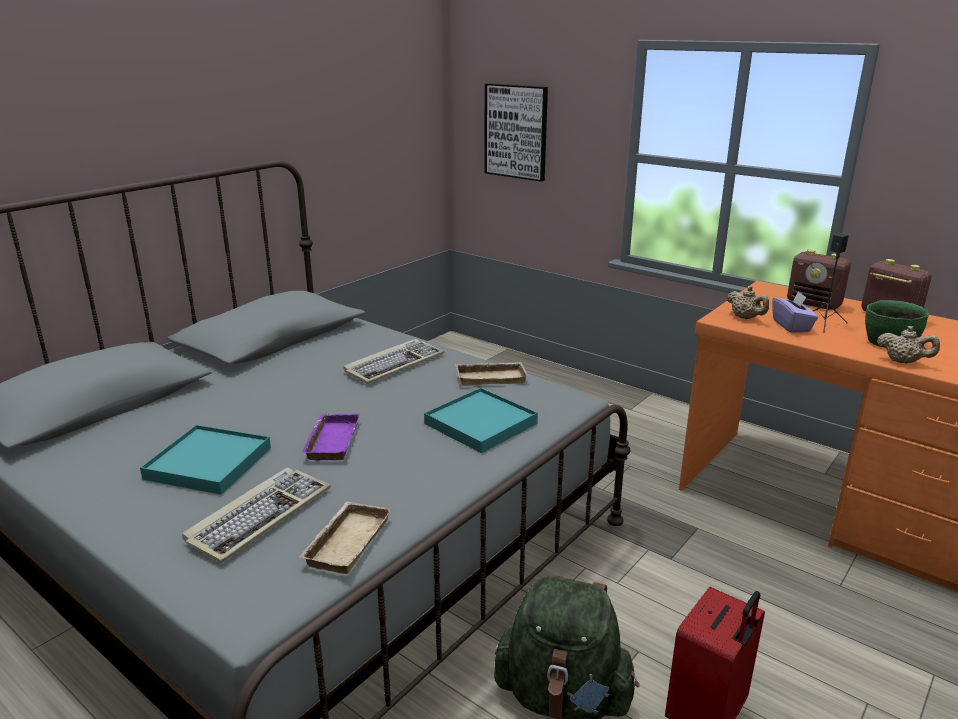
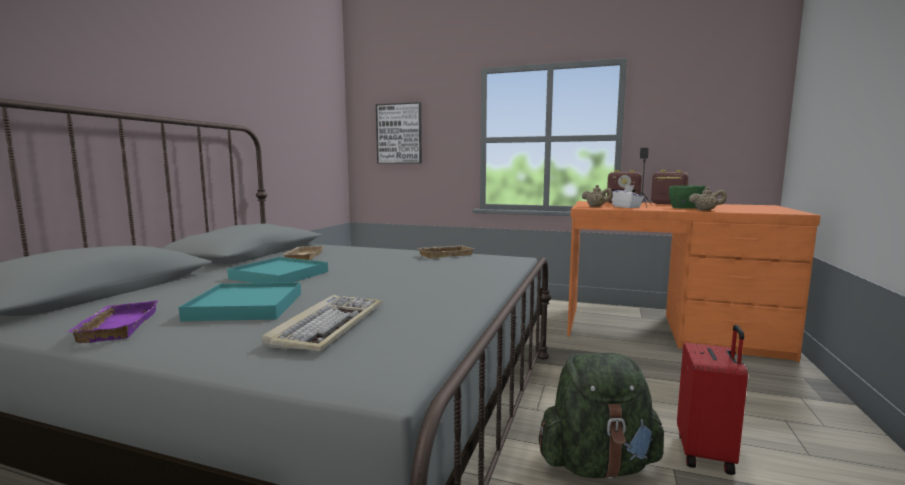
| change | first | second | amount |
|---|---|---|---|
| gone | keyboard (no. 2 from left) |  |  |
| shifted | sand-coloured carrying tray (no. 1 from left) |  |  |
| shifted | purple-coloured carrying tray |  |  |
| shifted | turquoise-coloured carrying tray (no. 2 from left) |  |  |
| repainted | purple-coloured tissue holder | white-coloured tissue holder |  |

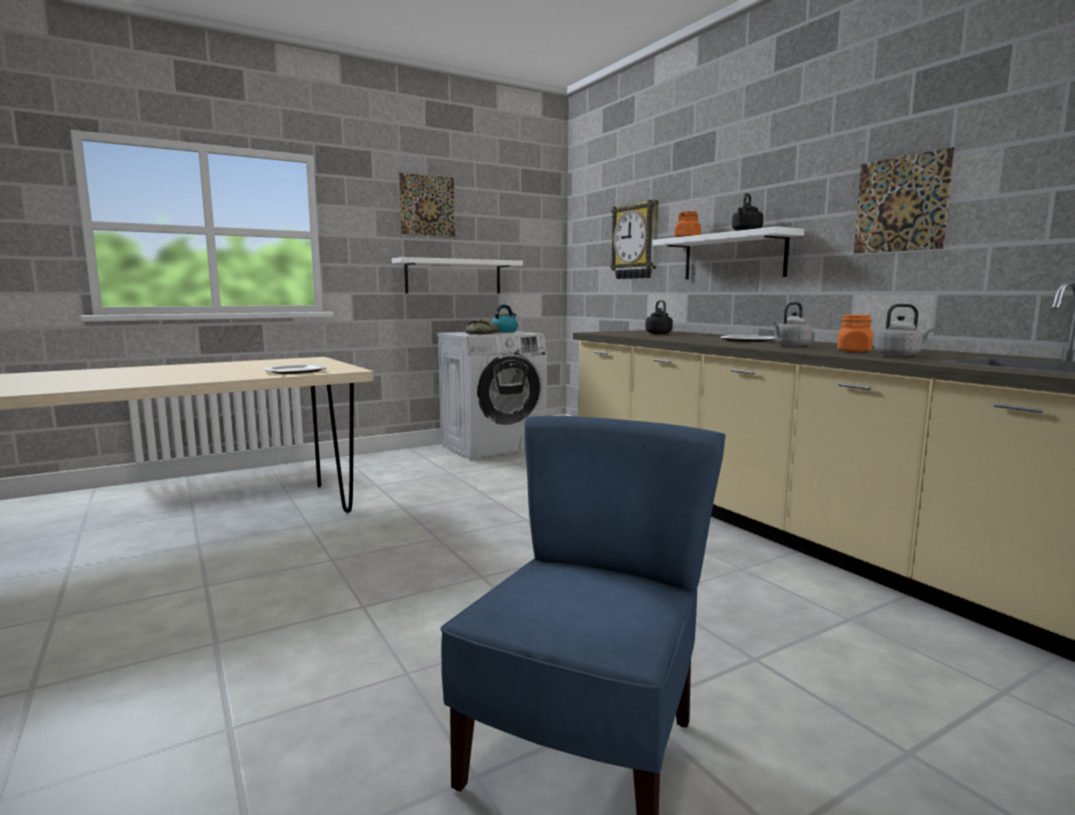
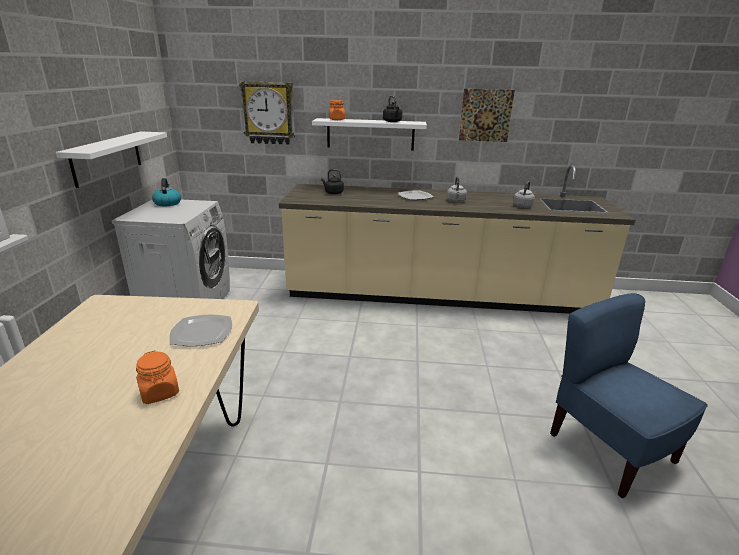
| change | first | second | amount |
|---|---|---|---|
| gone | picture (no. 1 from left) |  |  |
| gone | baked bread |  |  |
| shifted | orangey preserve jar (no. 2 from left in the first image) | orangey preserve jar (no. 1 from left) |  |

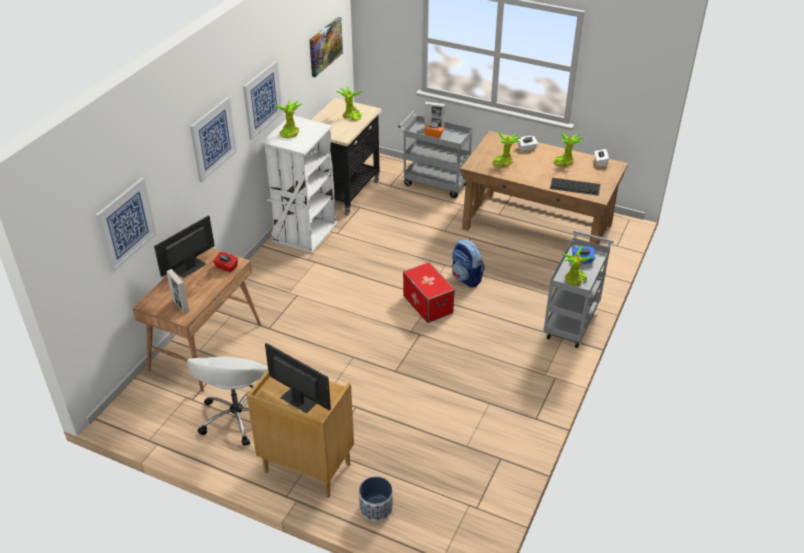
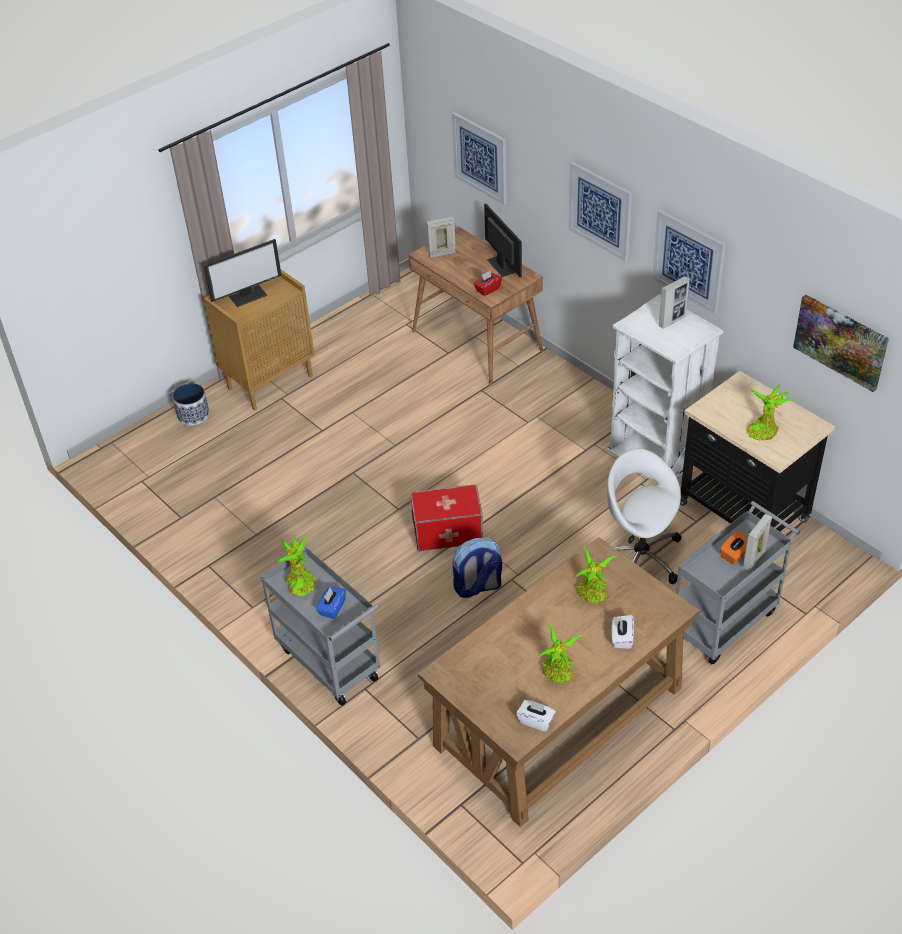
| change | first | second | amount |
|---|---|---|---|
| gone | keyboard |  |  |
| shifted | white-coloured desk chair |  |  |
| swapped | potted plant (no. 1 from left) | standing frame (no. 2 from left) |  |

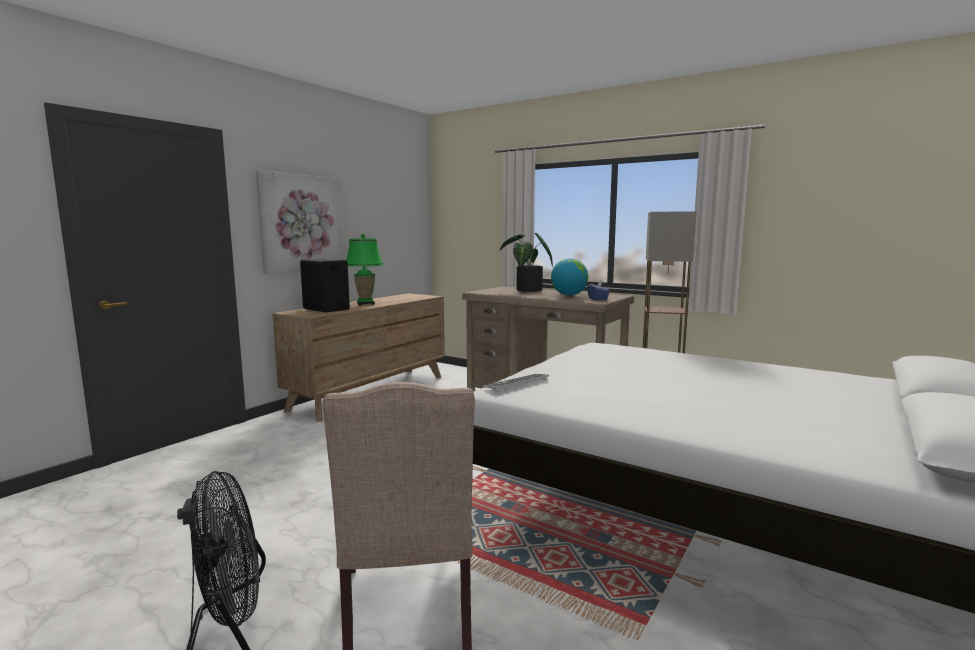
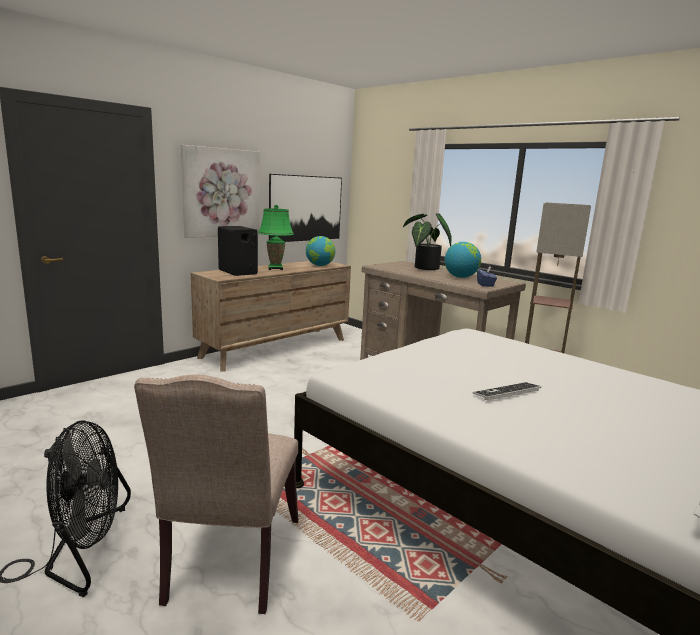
| change | first | second | amount |
|---|---|---|---|
| new |  | picture (no. 2 from left) |  |
| new |  | desk globe (no. 1 from left) |  |
| shifted | keyboard |  |  |

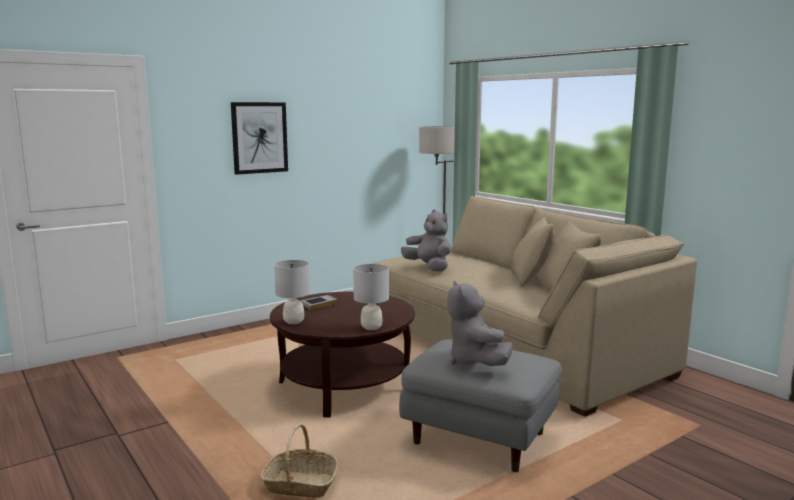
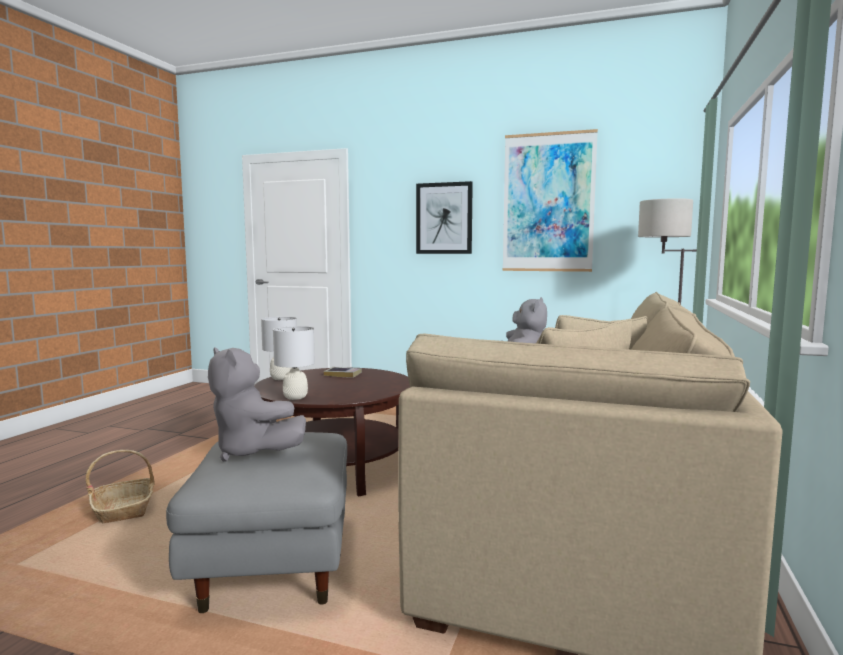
| change | first | second | amount |
|---|---|---|---|
| new |  | picture (no. 2 from left) |  |
| rotated | greyish cuddly toy (no. 2 from left in the first image) | greyish cuddly toy (no. 1 from left) | 90 degrees counterclockwise |

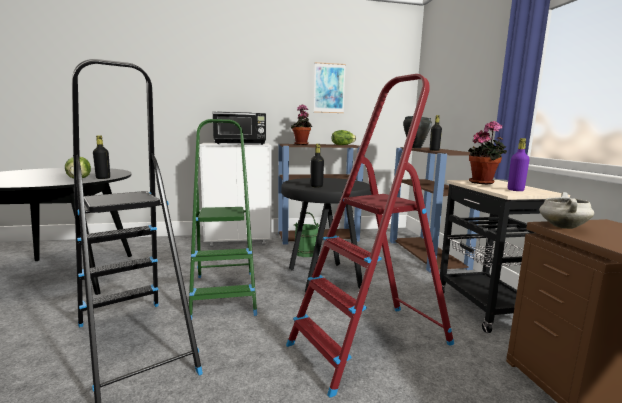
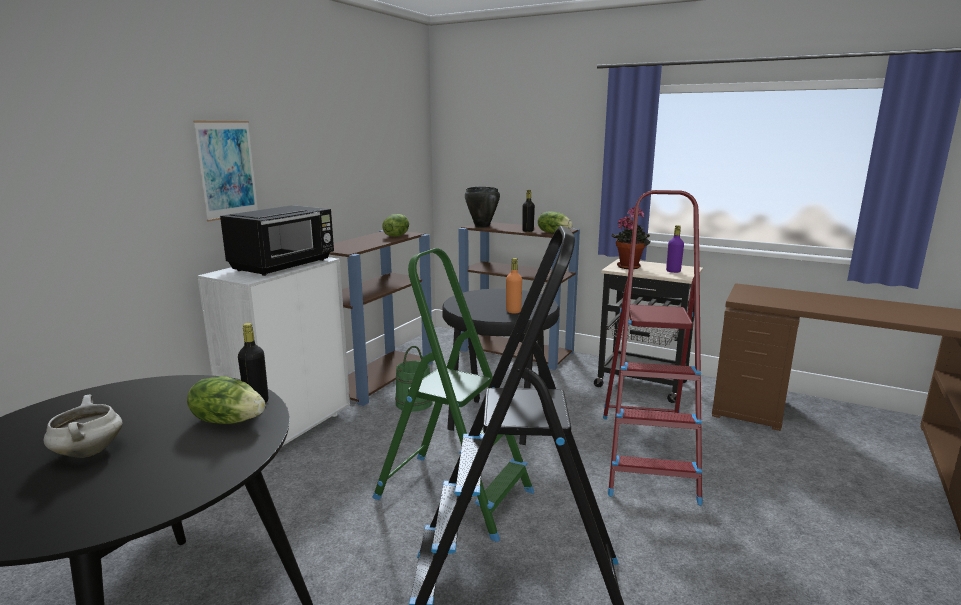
| change | first | second | amount |
|---|---|---|---|
| gone | potted plant (no. 1 from left) |  |  |
| new |  | lettuce head (no. 3 from left) |  |
| shifted | picture |  |  |
| shifted | white-coloured stockpot |  |  |
| repainted | black-coloured bottle (no. 2 from left) | orangey bottle |  |

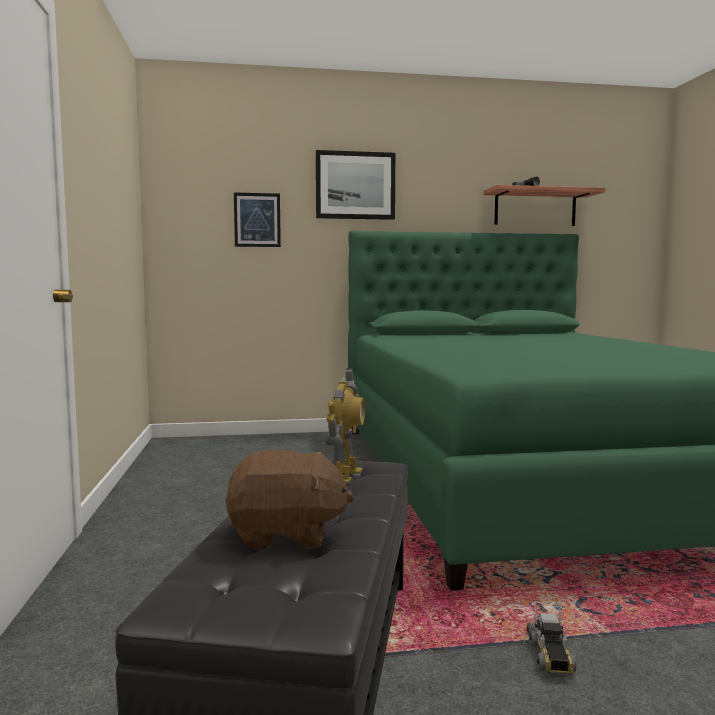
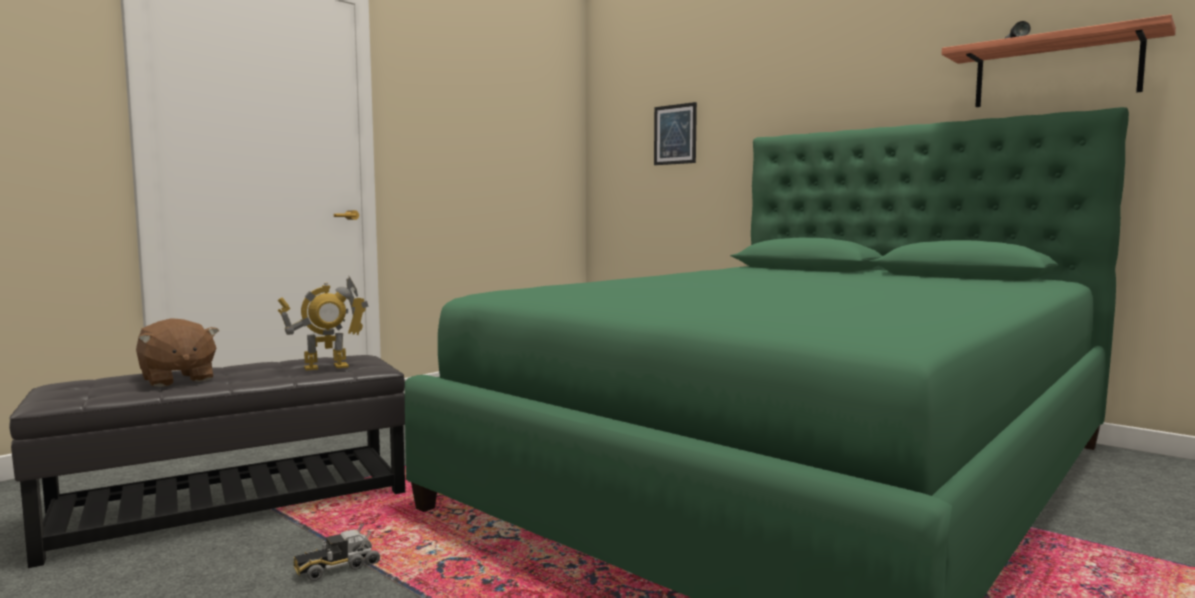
| change | first | second | amount |
|---|---|---|---|
| gone | picture (no. 2 from left) |  |  |

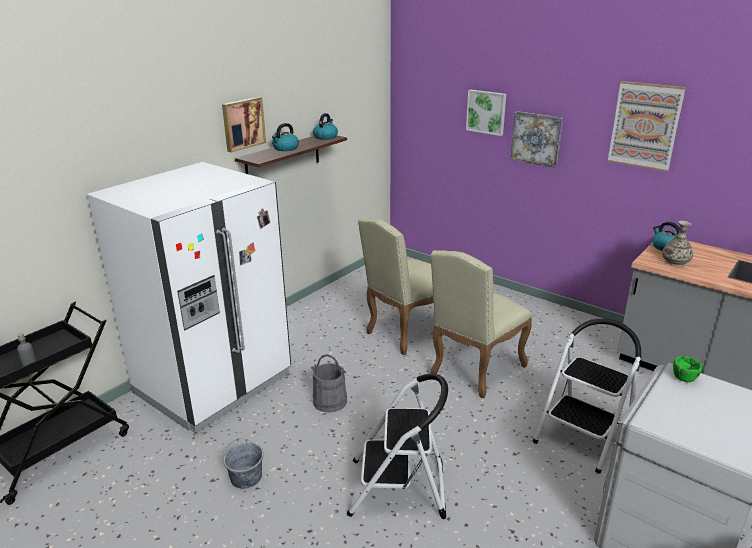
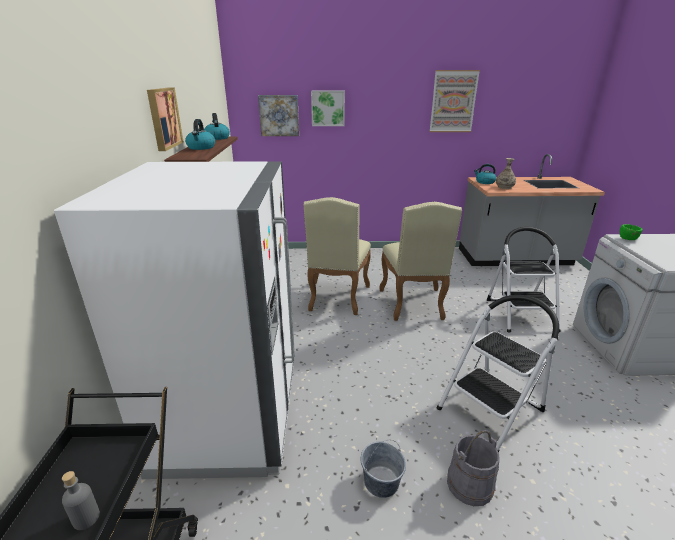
| change | first | second | amount |
|---|---|---|---|
| shifted | greyish pail (no. 2 from left) |  |  |
| shifted | picture (no. 3 from left in the first image) | picture (no. 2 from left) |  |

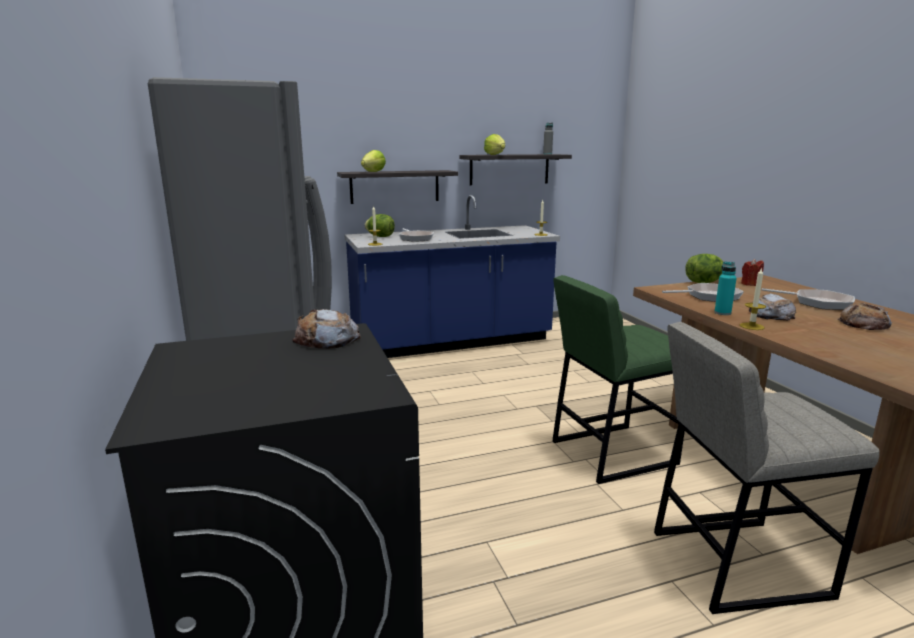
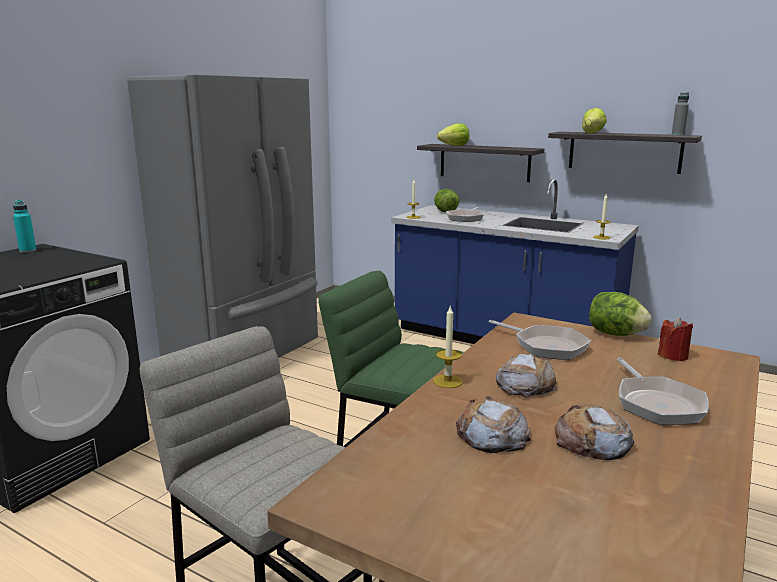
| change | first | second | amount |
|---|---|---|---|
| shifted | baked bread (no. 1 from left) |  |  |
| shifted | turquoise-coloured bottle |  |  |

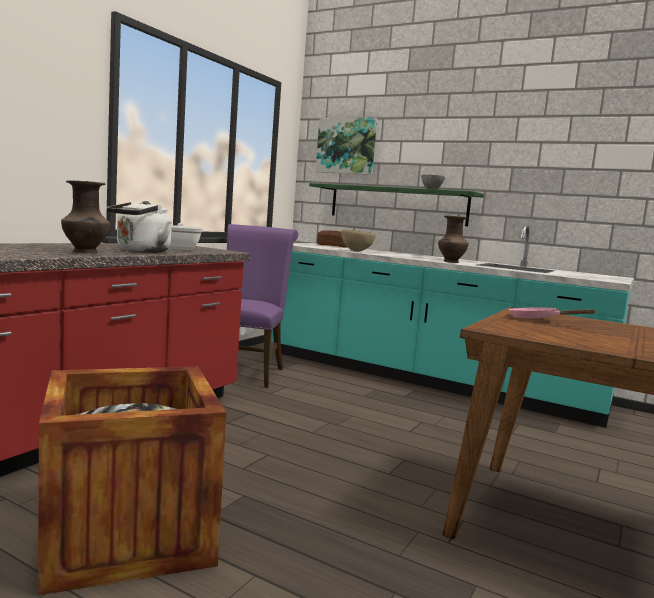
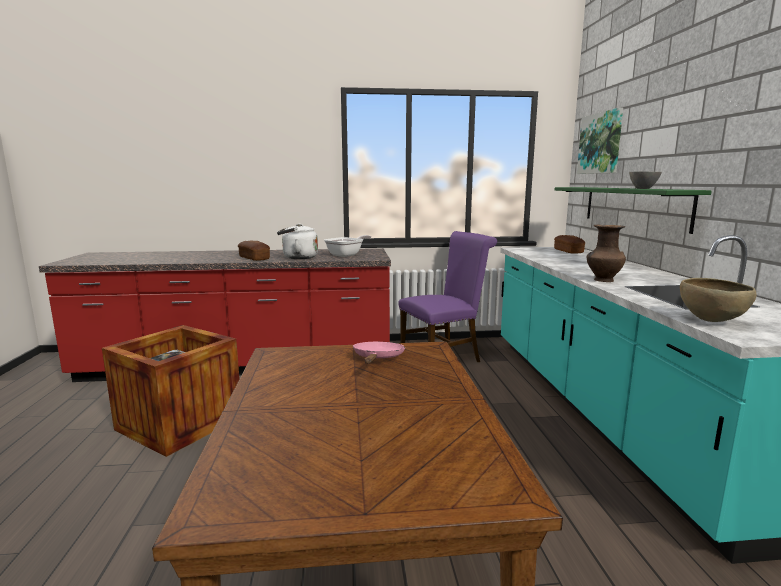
| change | first | second | amount |
|---|---|---|---|
| shifted | brown deep dish |  |  |
| swapped | brown flower vase (no. 1 from left) | baked bread (no. 1 from left) |  |

